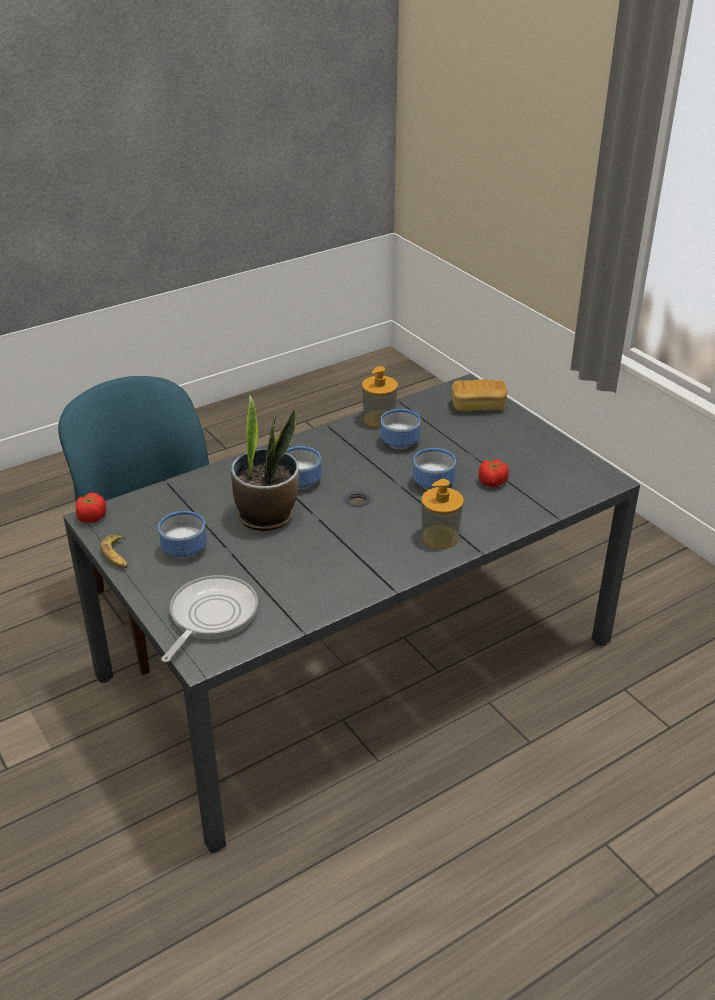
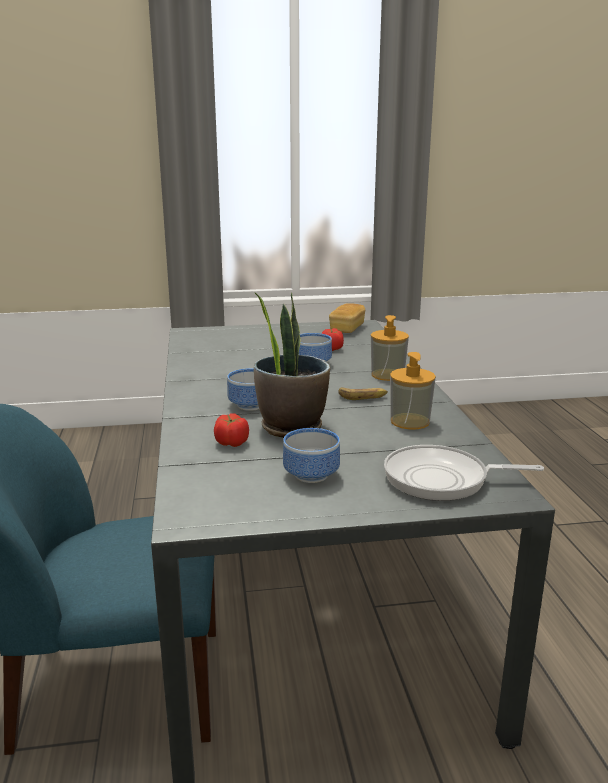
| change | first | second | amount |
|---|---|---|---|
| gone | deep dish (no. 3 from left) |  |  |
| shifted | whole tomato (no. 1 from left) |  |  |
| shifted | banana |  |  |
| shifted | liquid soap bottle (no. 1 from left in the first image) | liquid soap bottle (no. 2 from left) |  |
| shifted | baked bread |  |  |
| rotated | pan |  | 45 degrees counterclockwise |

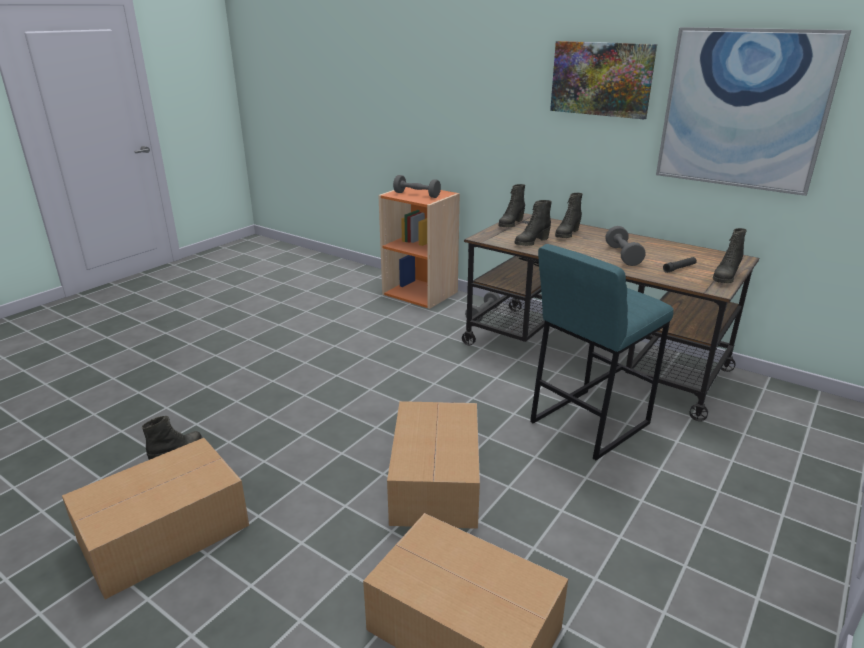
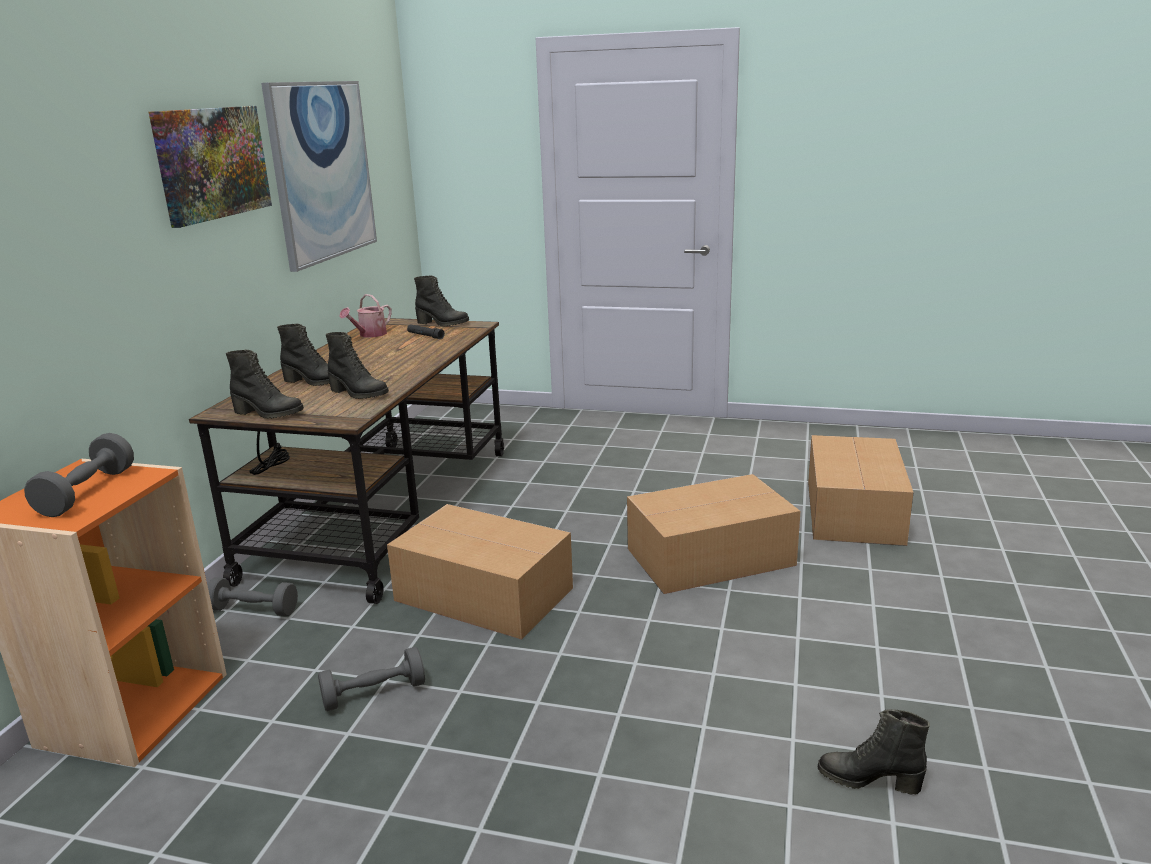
| change | first | second | amount |
|---|---|---|---|
| gone | turquoise-coloured stool |  |  |
| new |  | watering can |  |
| shifted | carton (no. 1 from left) |  |  |
| shifted | greyish hand weight (no. 3 from left) |  |  |

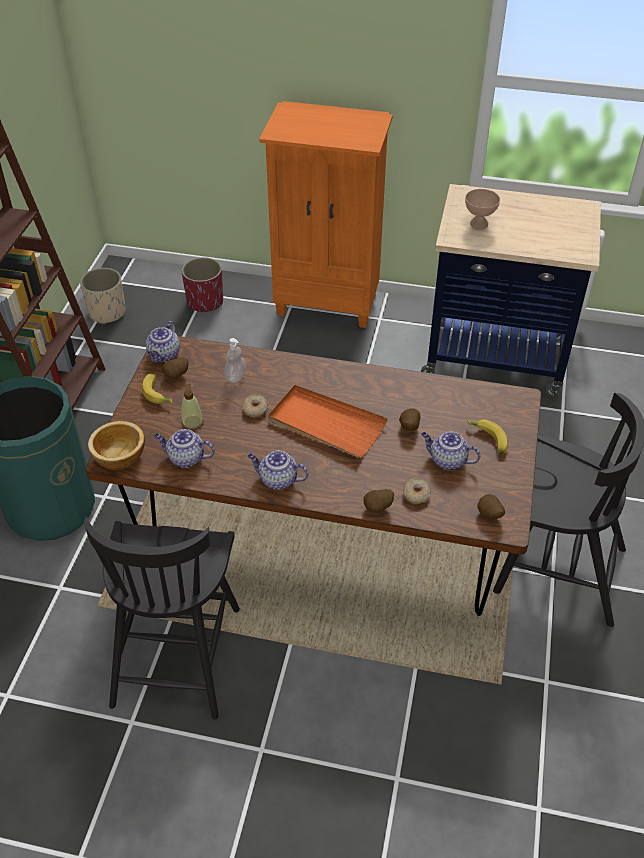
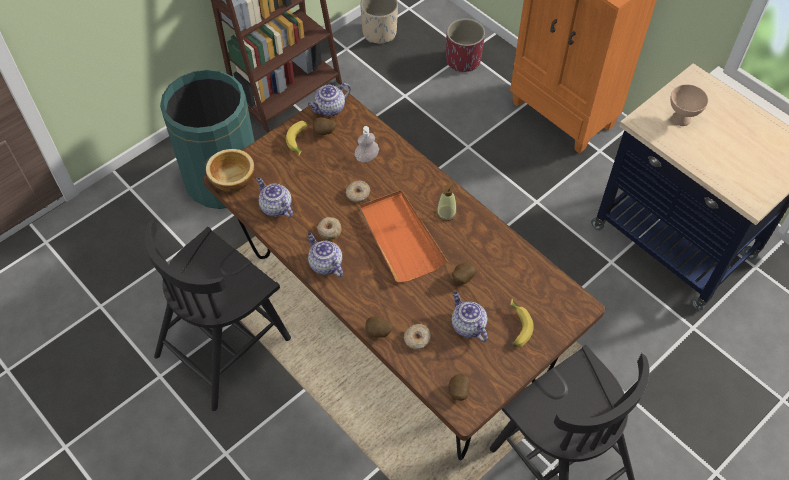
| change | first | second | amount |
|---|---|---|---|
| new |  | donut (no. 1 from left) |  |
| shifted | liquid soap bottle (no. 1 from left in the first image) | liquid soap bottle (no. 2 from left) |  |

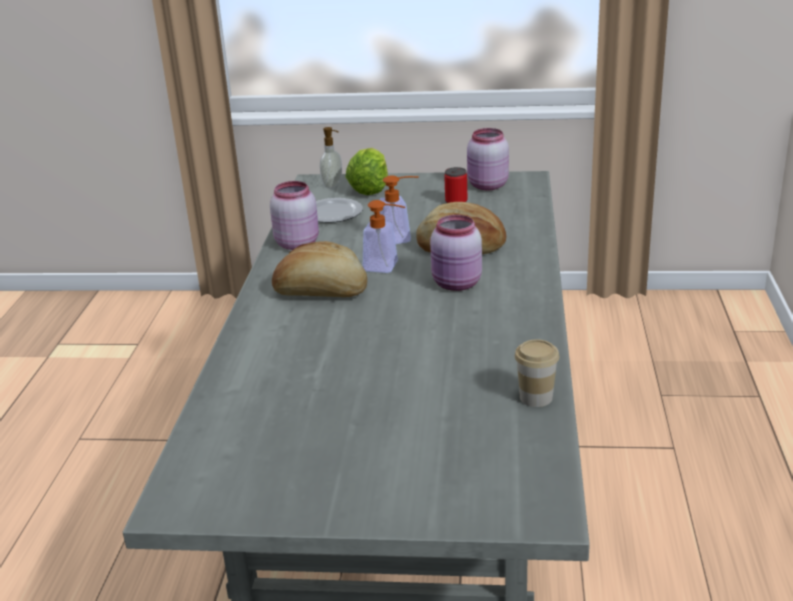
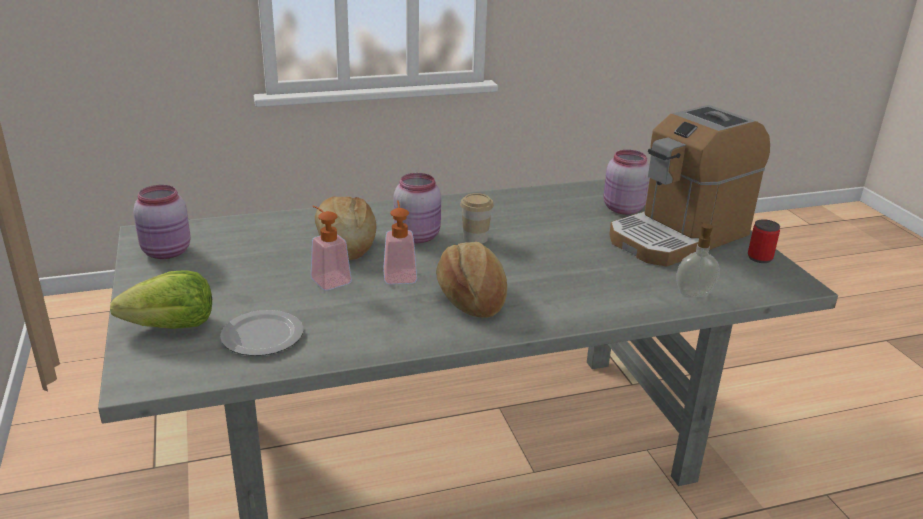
| change | first | second | amount |
|---|---|---|---|
| new |  | coffee brewer |  |
| shifted | pinkish preserve jar (no. 1 from left in the first image) | pinkish preserve jar (no. 3 from left) |  |
| shifted | liquid soap bottle (no. 1 from left in the first image) | liquid soap bottle (no. 3 from left) |  |
| shifted | metal can |  |  |
| shifted | small cup |  |  |

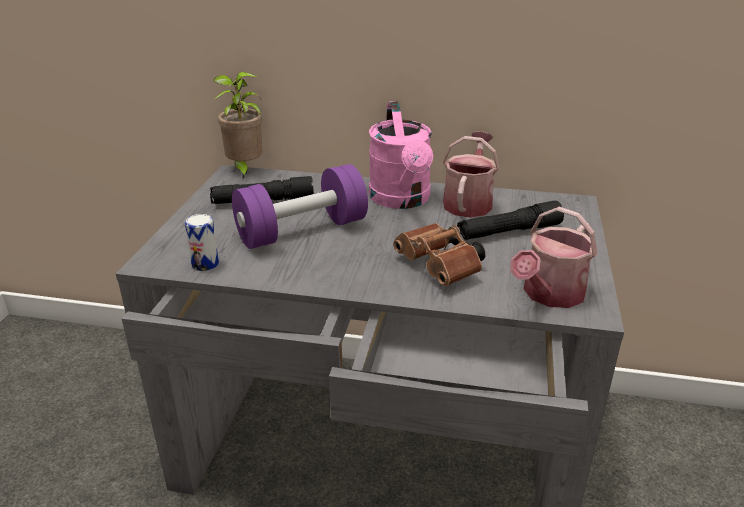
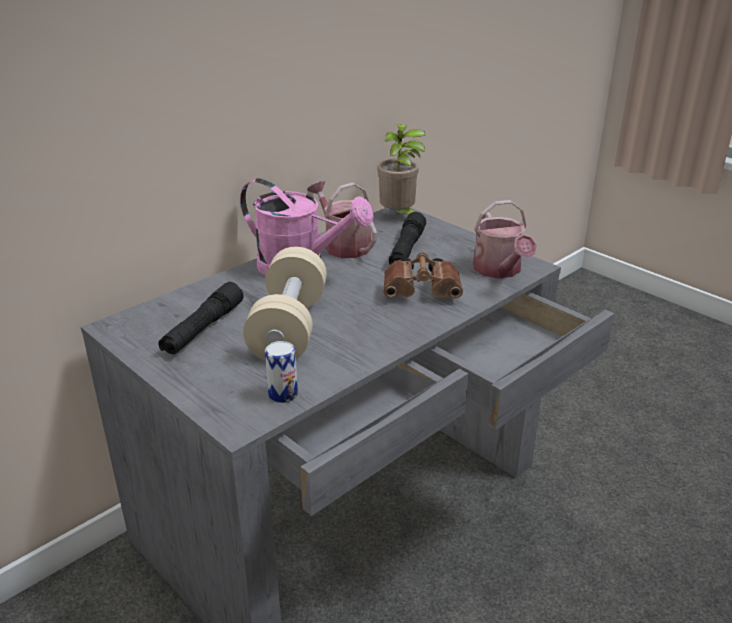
| change | first | second | amount |
|---|---|---|---|
| shifted | potted plant |  |  |
| repainted | purple-coloured hand weight | sand-coloured hand weight |  |

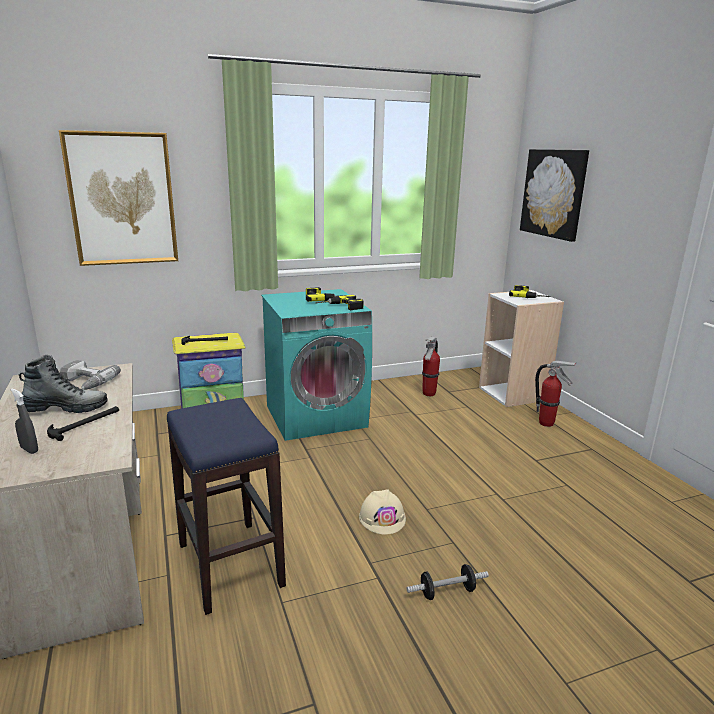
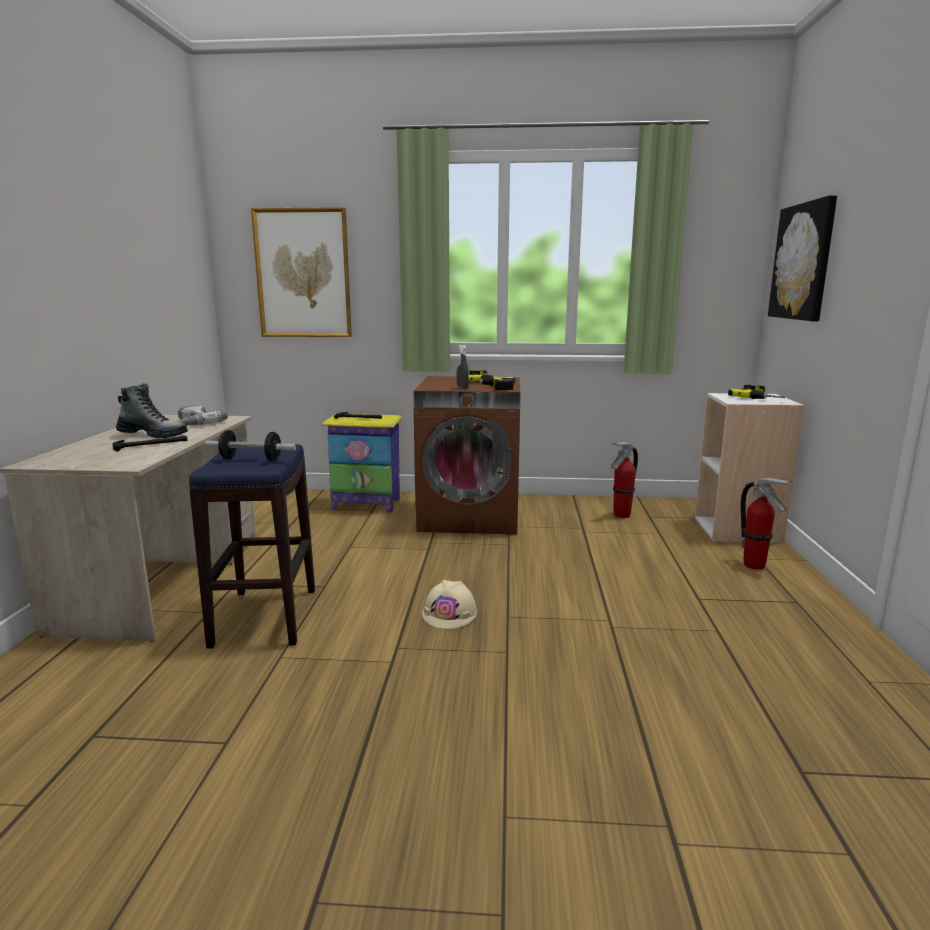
| change | first | second | amount |
|---|---|---|---|
| shifted | greyish hand sprayer |  |  |
| shifted | hand weight |  |  |
| repainted | turquoise-coloured washing machine | brown washing machine |  |

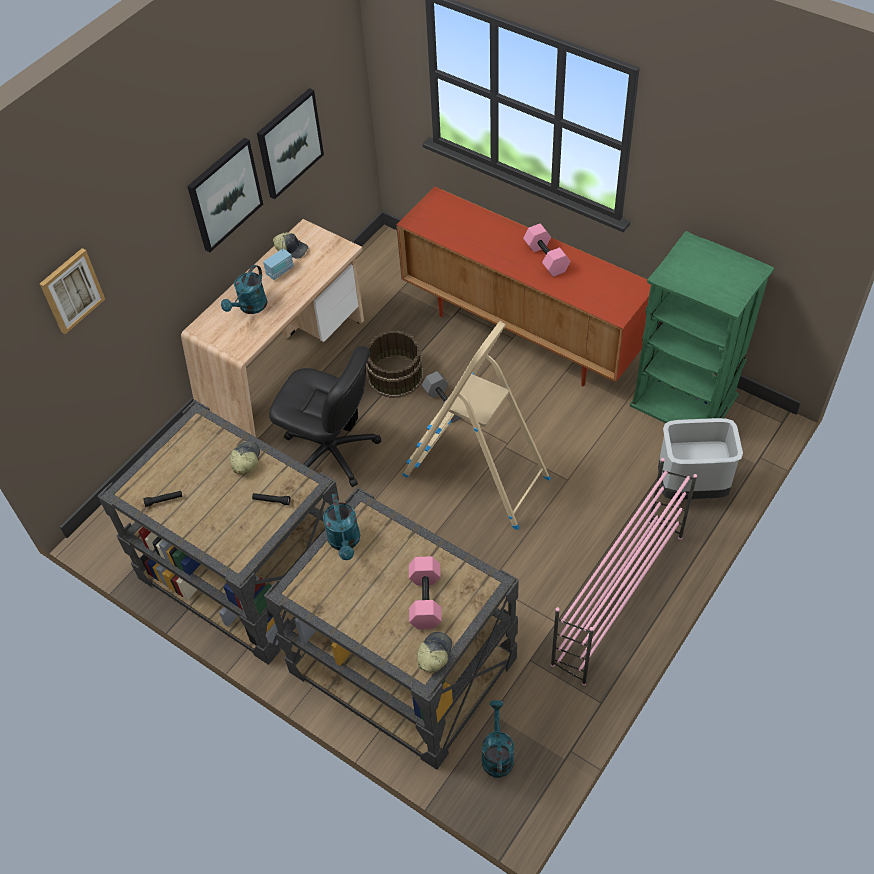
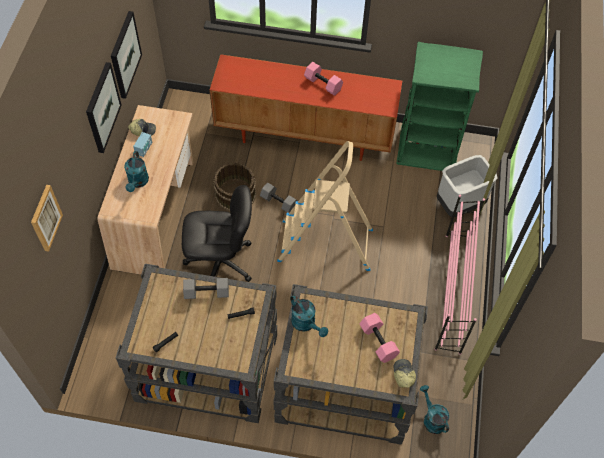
| change | first | second | amount |
|---|---|---|---|
| swapped | baseball cap (no. 1 from left) | greyish hand weight (no. 1 from left) |  |

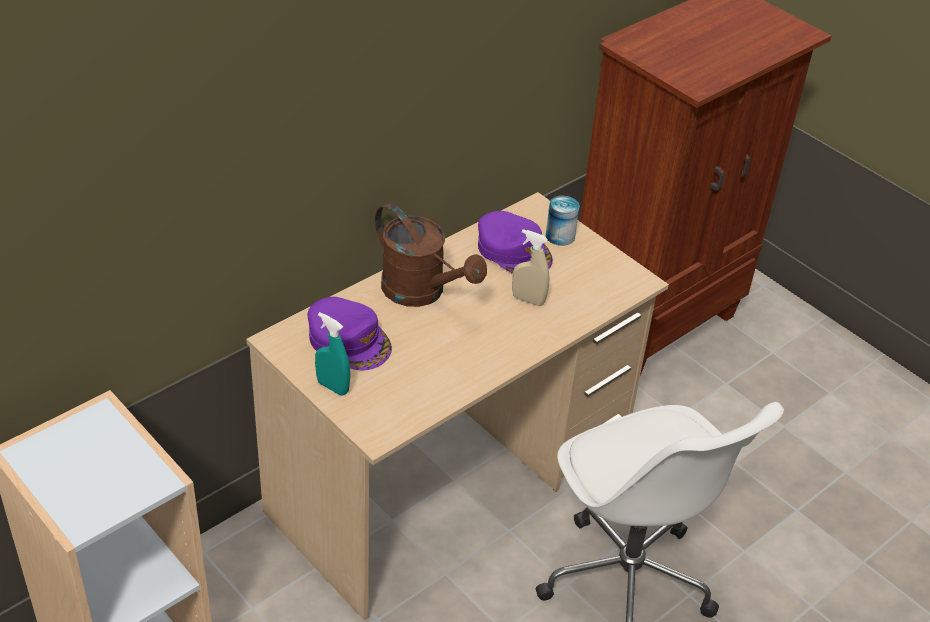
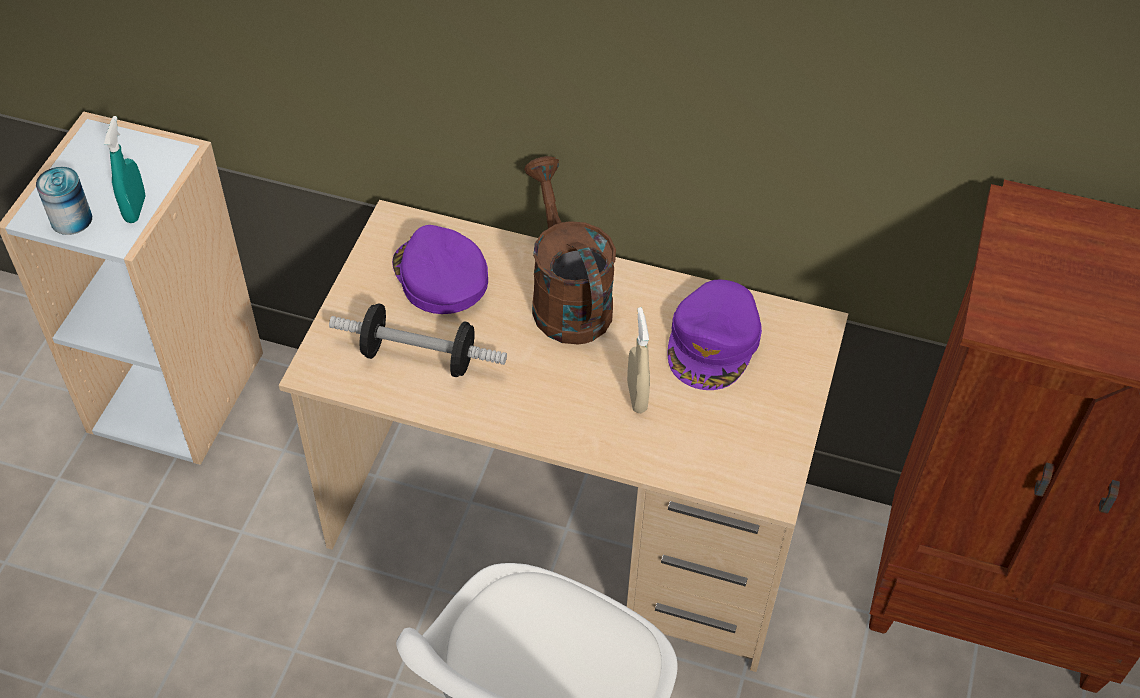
| change | first | second | amount |
|---|---|---|---|
| new |  | hand weight |  |
| shifted | turquoise-coloured hand sprayer |  |  |
| shifted | metal can |  |  |
| rotated | purple-coloured baseball cap (no. 1 from left) |  | 135 degrees clockwise |
| rotated | brown watering can |  | 150 degrees clockwise |

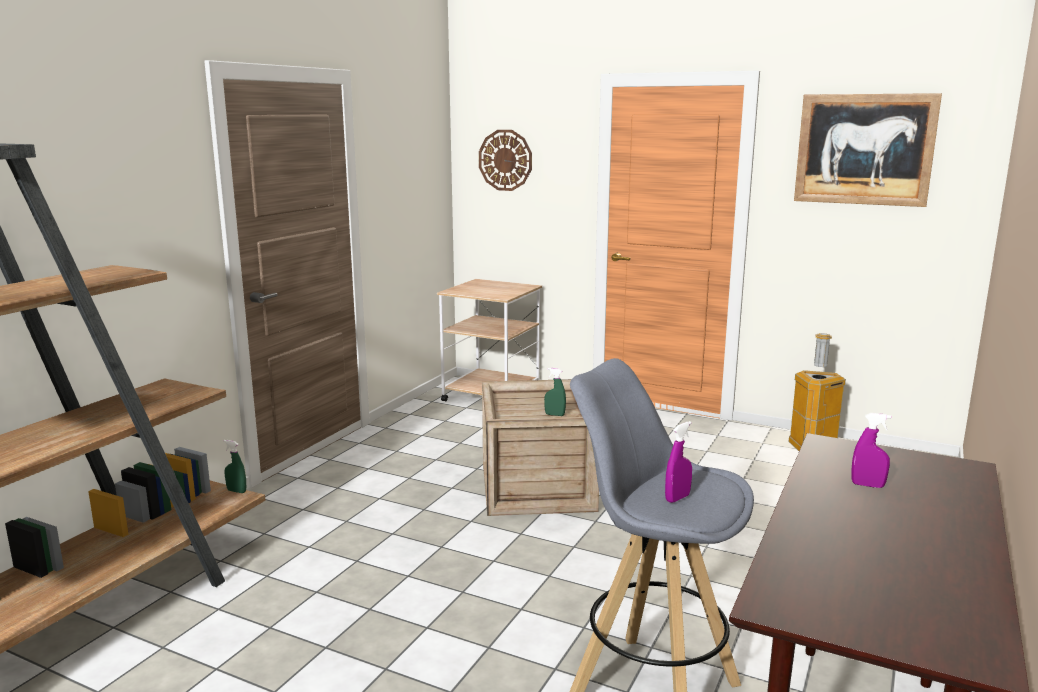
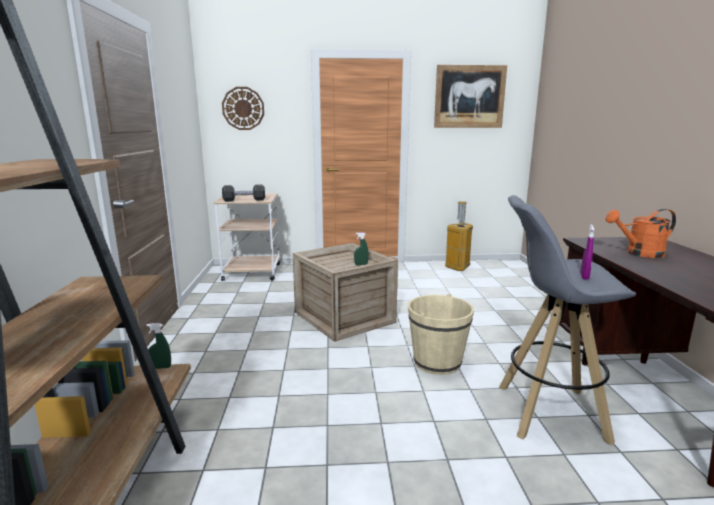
| change | first | second | amount |
|---|---|---|---|
| new |  | black-coloured hand weight |  |
| new |  | sand-coloured pail |  |
| swapped | purple-coloured hand sprayer (no. 2 from left) | orangey watering can |  |

